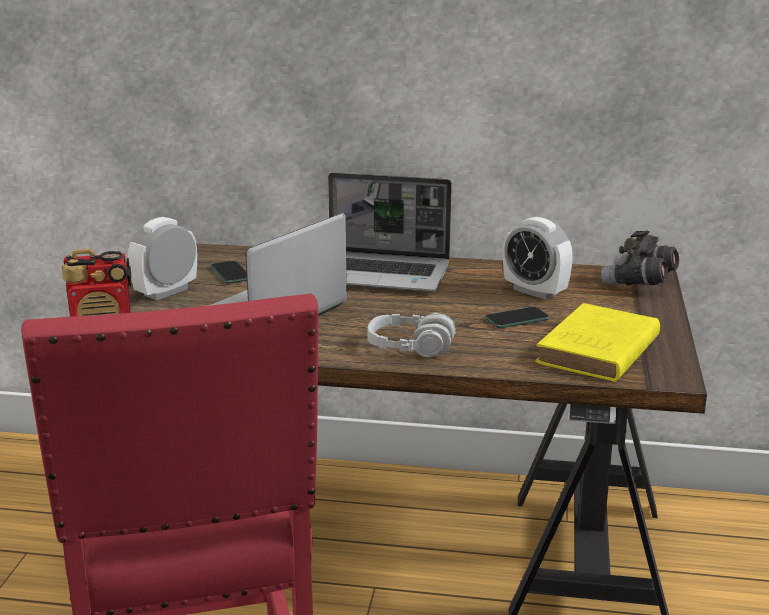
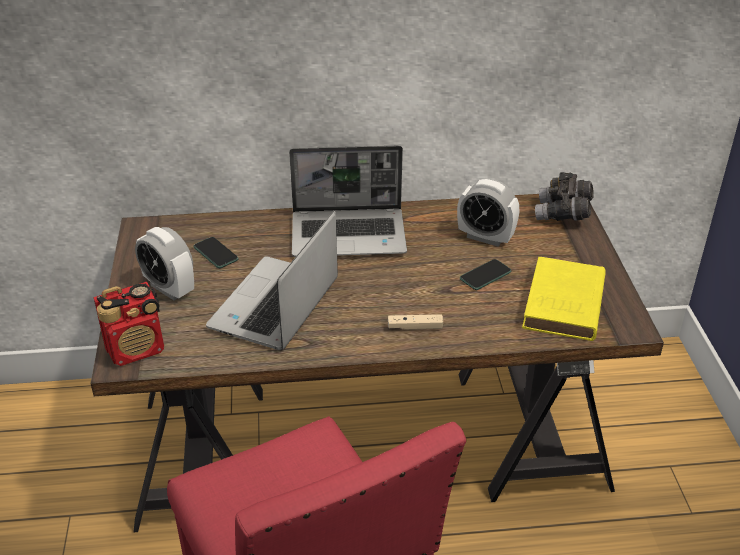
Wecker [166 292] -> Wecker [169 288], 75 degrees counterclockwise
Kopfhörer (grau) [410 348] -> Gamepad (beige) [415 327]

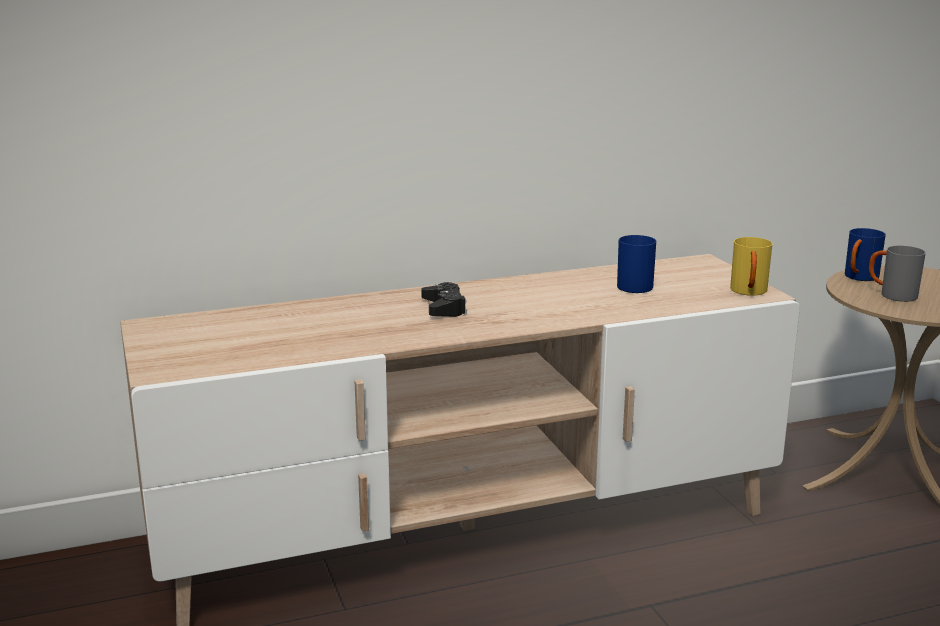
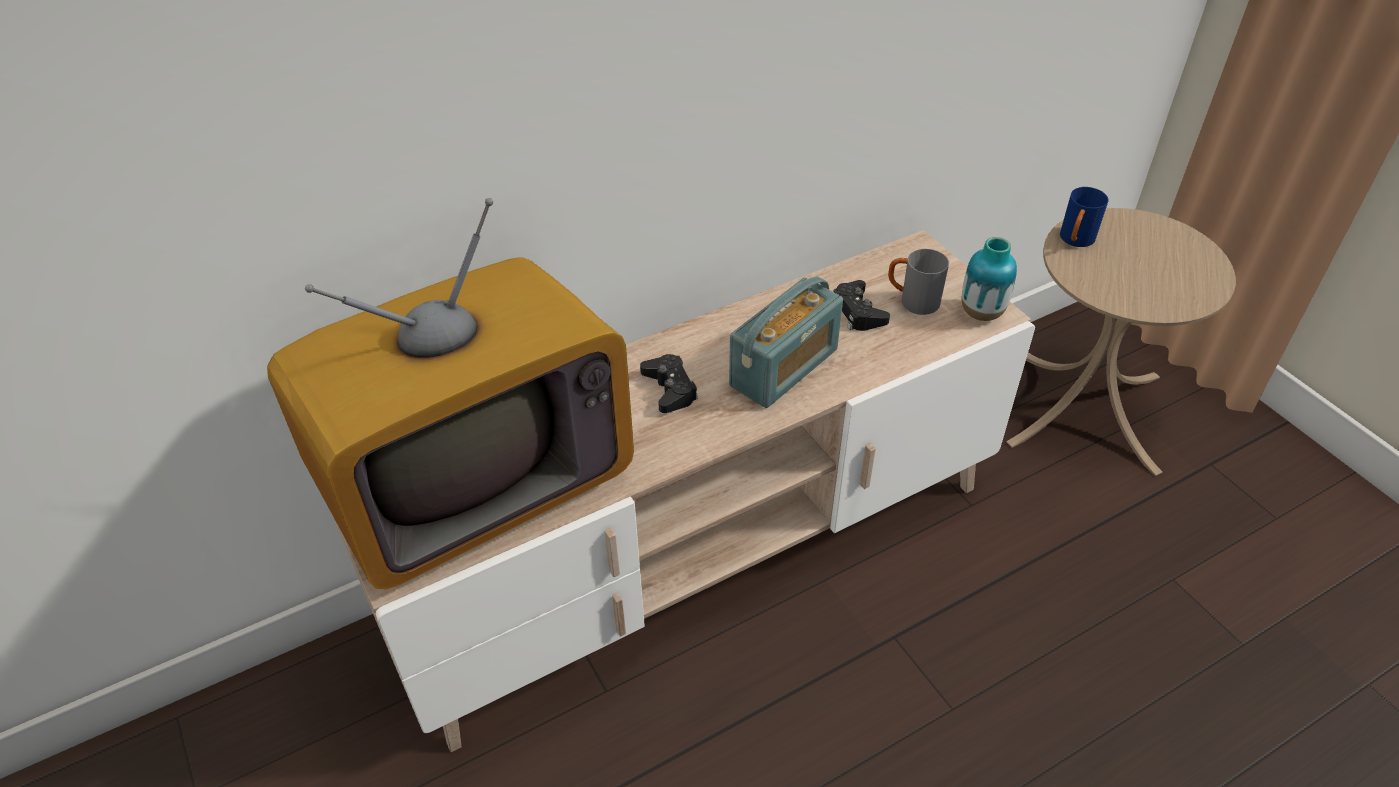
none -> Fernseher [473 479]
none -> Radio [784 368]
Henkelbecher (blau) [632 285] -> Gamepad (schwarz) [857 312]
Henkelbecher (grau) [891 295] -> Henkelbecher (grau) [912 301], relocated
Henkelbecher (gelb) [749 293] -> Vase [981 313]

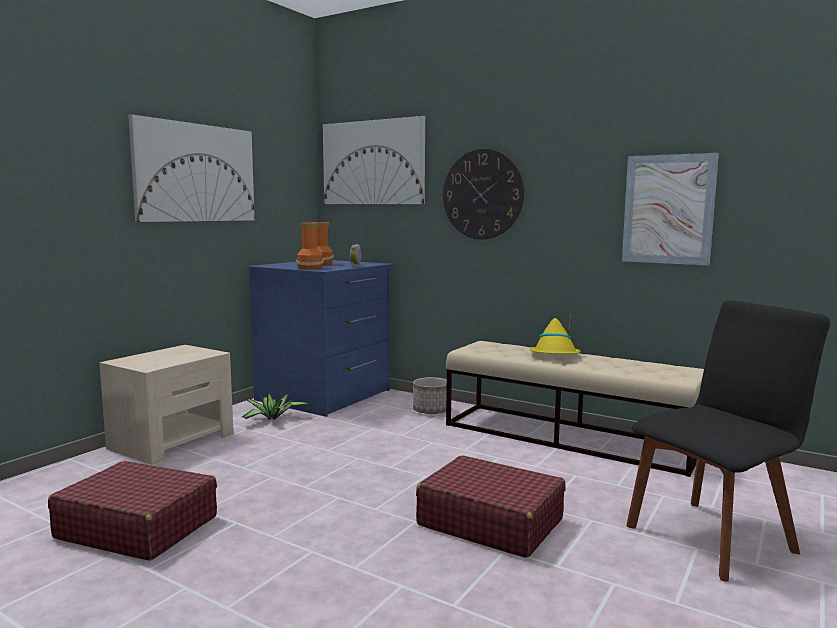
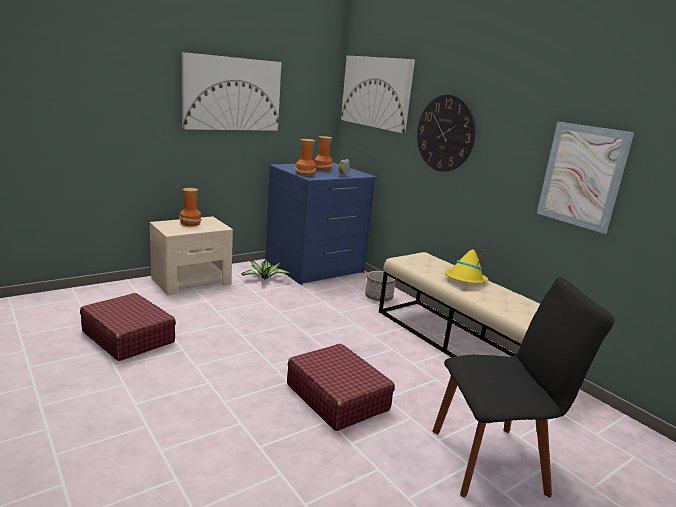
none -> Vase [190 223]

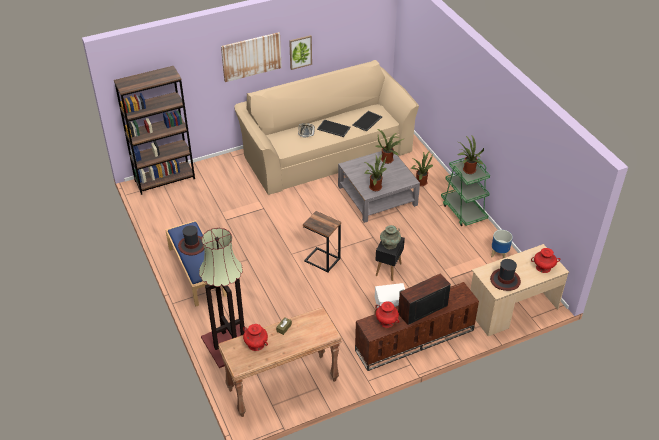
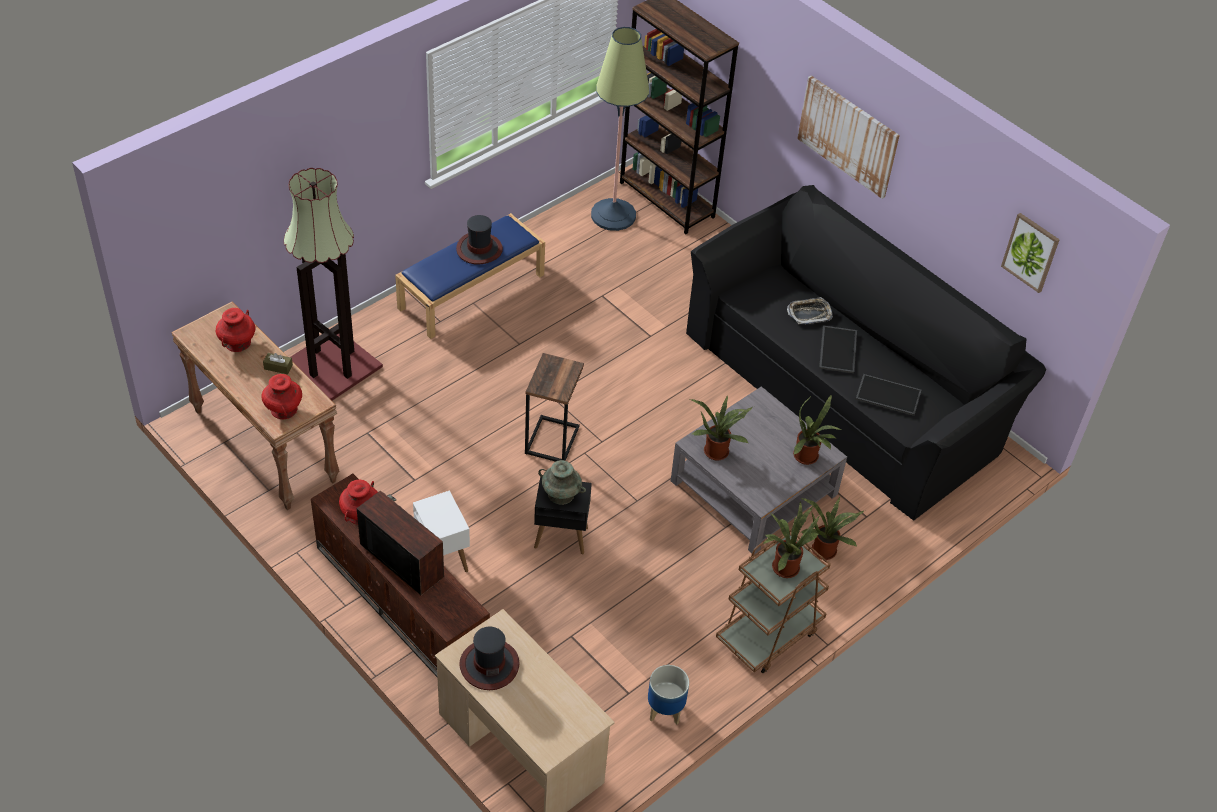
Vase (rot) [543 267] -> Vase (rot) [284 409], relocated
none -> Stehlampe [613 215]
Sofa (beige) [325 150] -> Sofa (schwarz) [847 387]
Rollwagen (grün) [463 211] -> Rollwagen (braun) [769 634]
Bild [300 52] -> Bild [1030 252], relocated

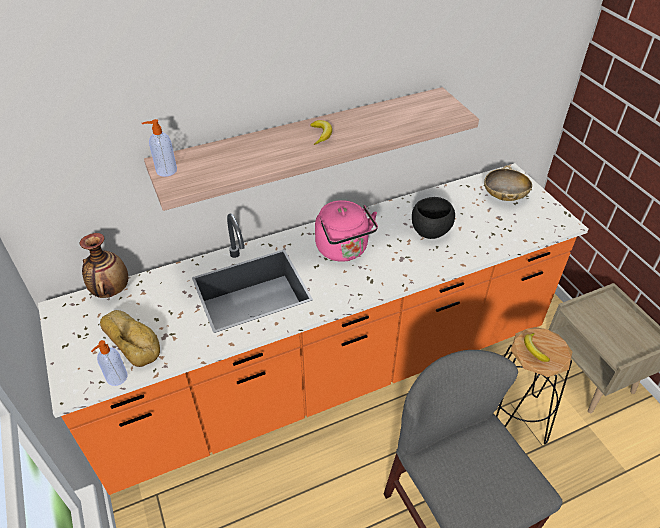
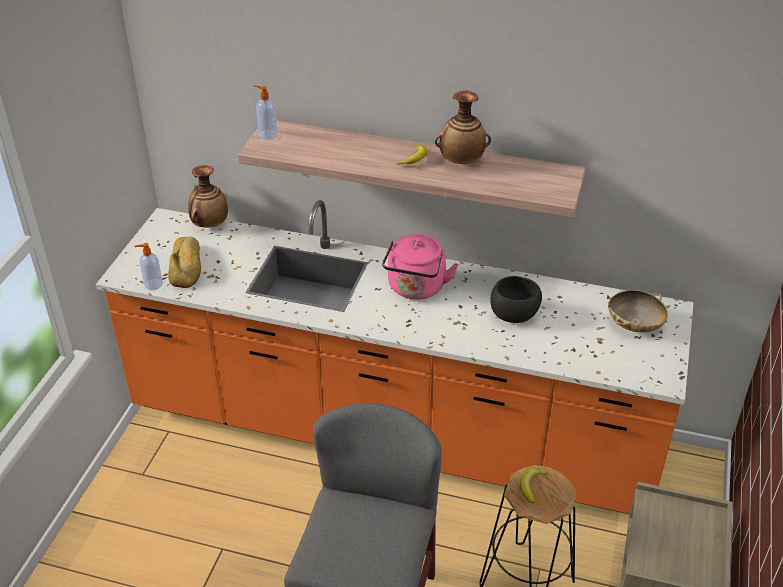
none -> Vase [461 161]

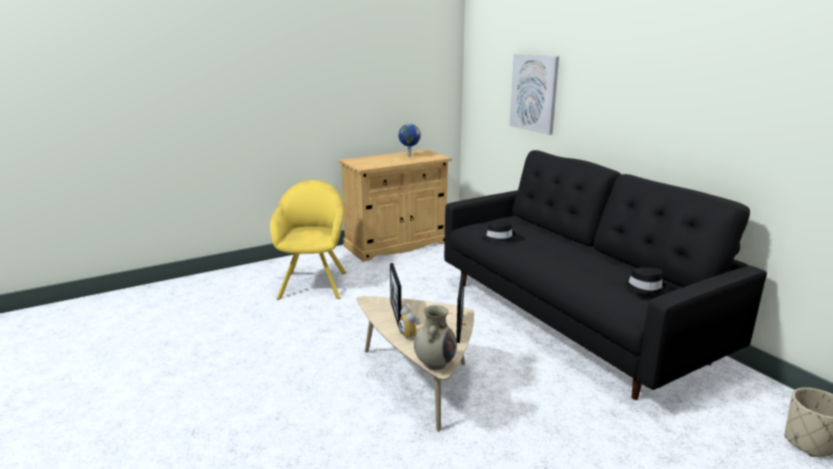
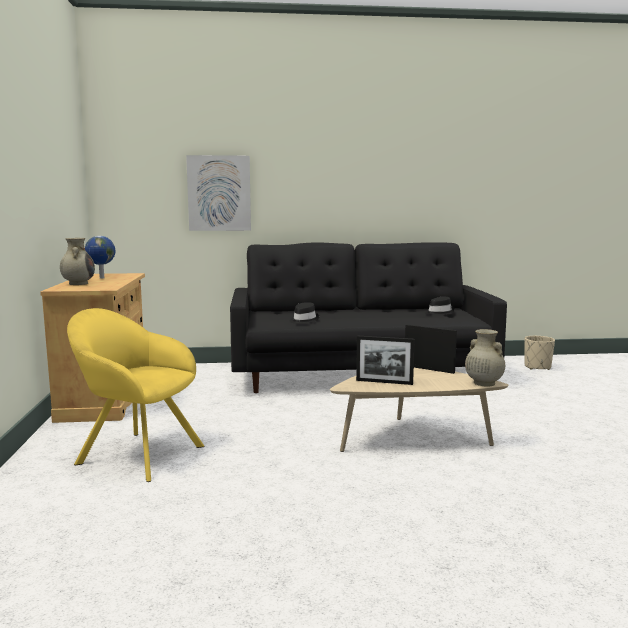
none -> Vase (beige) [78 283]
Wecker [411 334] -> none

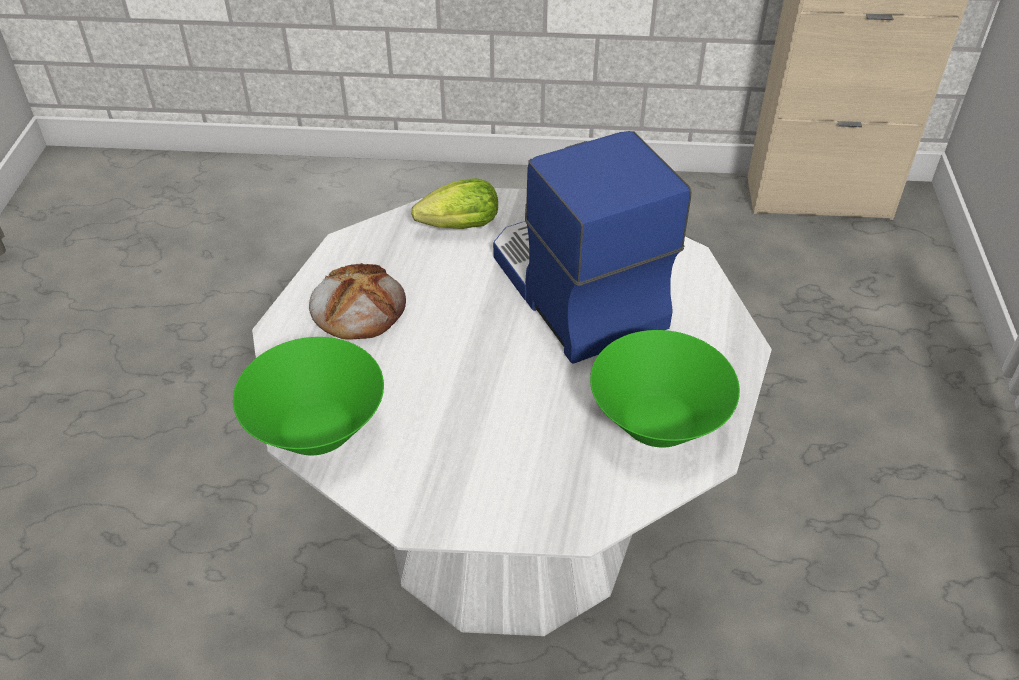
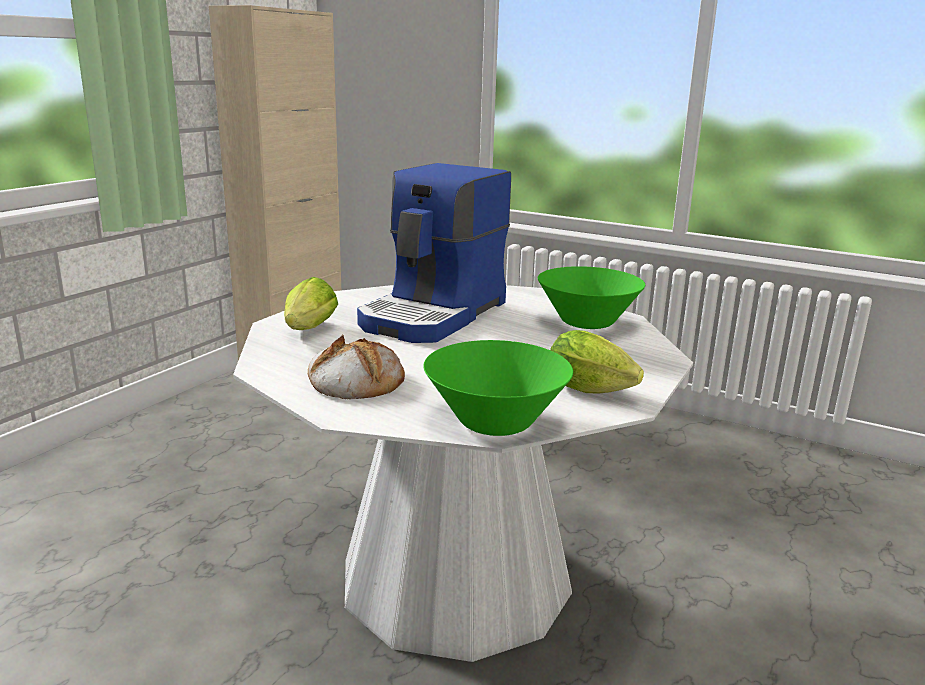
Kaffeemaschine [574 290] -> Kaffeemaschine [435 315], 60 degrees counterclockwise
none -> Salatkopf [594 392]

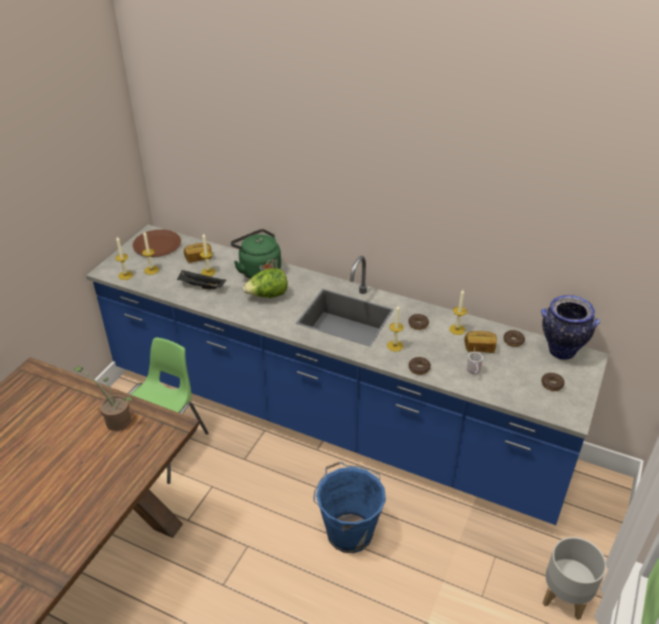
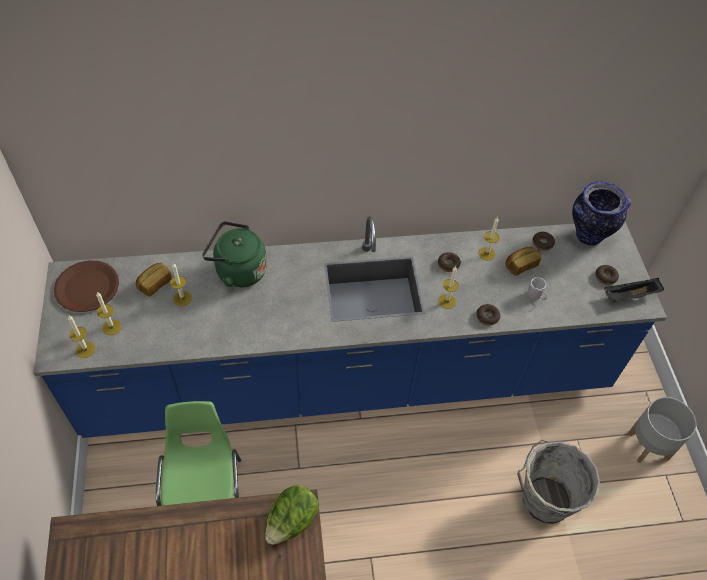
Salatkopf [267 296] -> Salatkopf [292 521], relocated
none -> Eimer (grau) [543 500]
Tablett (schwarz) [201 286] -> Tablett (schwarz) [630 296], relocated
Topfpflanze [115 419] -> none
Eimer (blau) [348 531] -> none

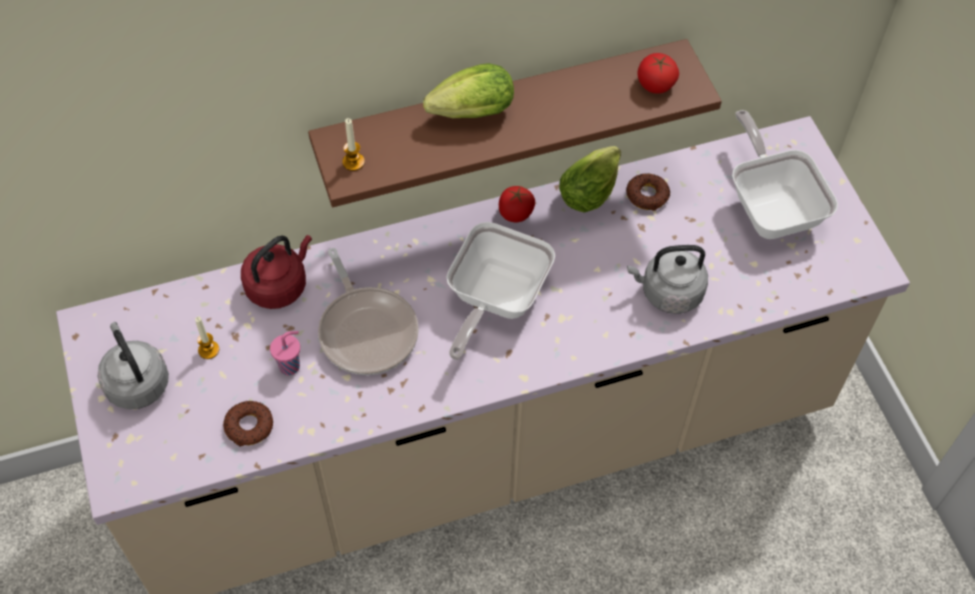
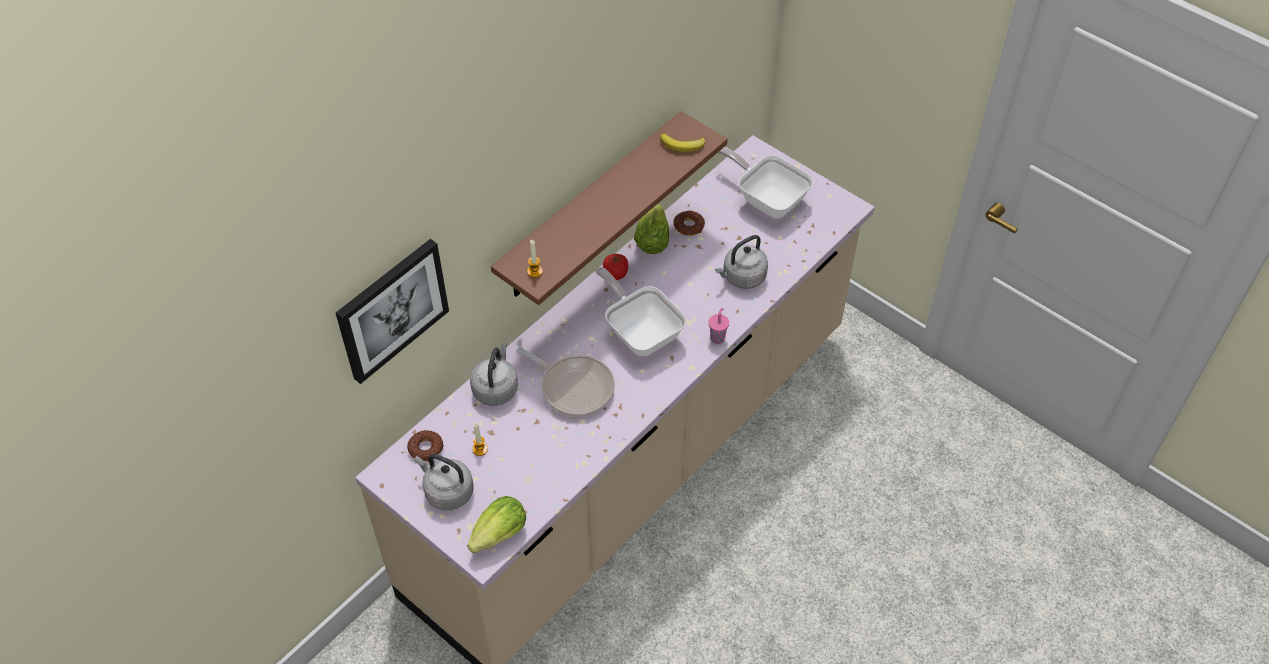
none -> Bild [391 309]
Donut [249 426] -> Donut [426 448], relocated
Salatkopf [468 114] -> Salatkopf [496 537], relocated
Wasserkessel (rot) [279 285] -> Wasserkessel (grau) [496 388]
Pfanne [494 300] -> Pfanne [640 332], 150 degrees clockwise
Tomate [655 84] -> Banane [682 145]
Tasse (rosa) [291 366] -> Tasse (rosa) [717 338], relocated

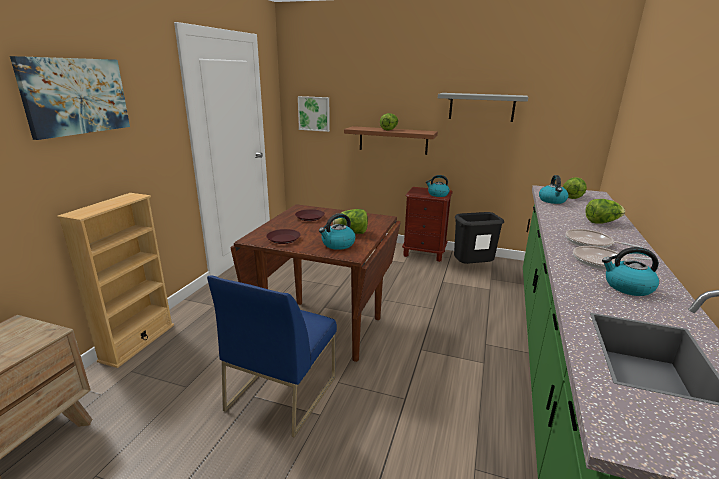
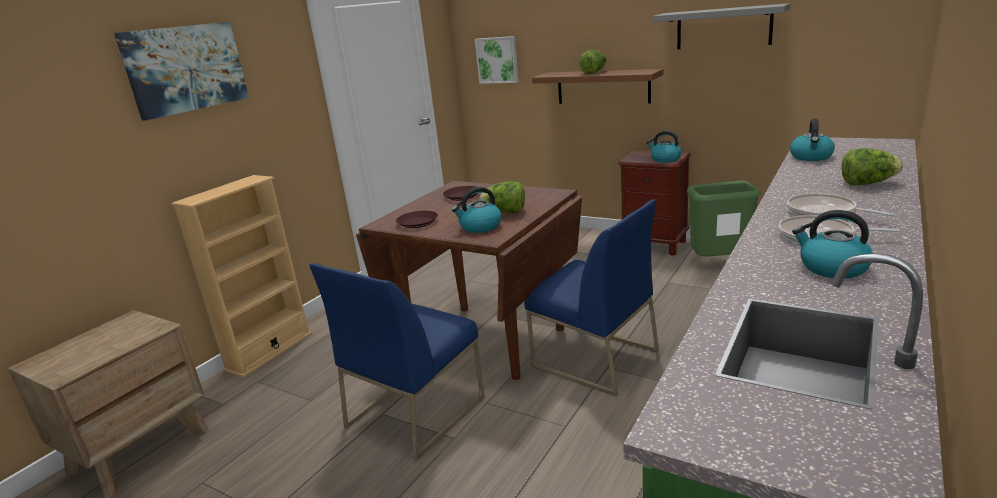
none -> Stuhl (blau) [594 358]
Mülleimer (schwarz) [472 268] -> Mülleimer (grün) [720 263]
Salatkopf [572 196] -> none

